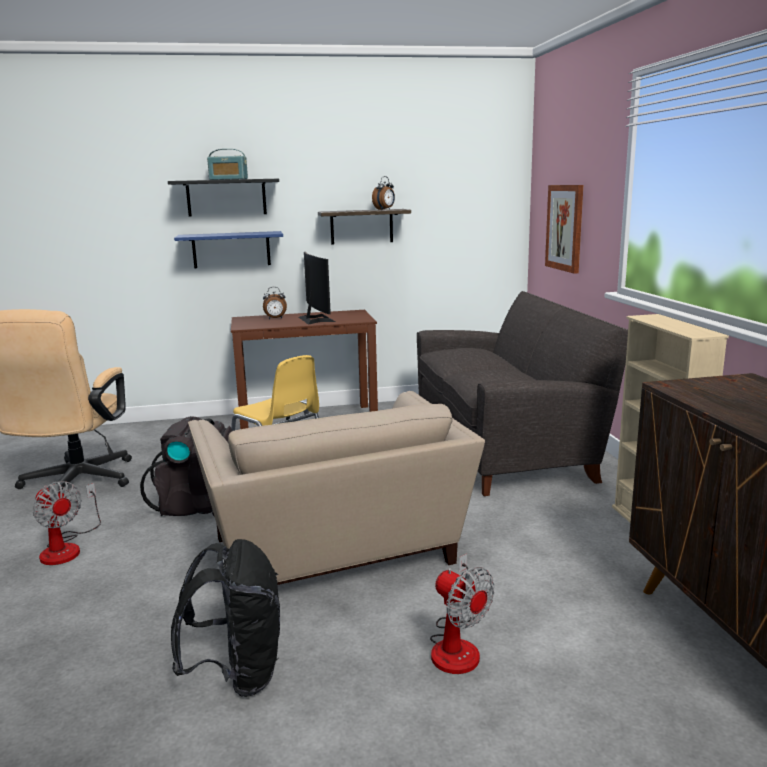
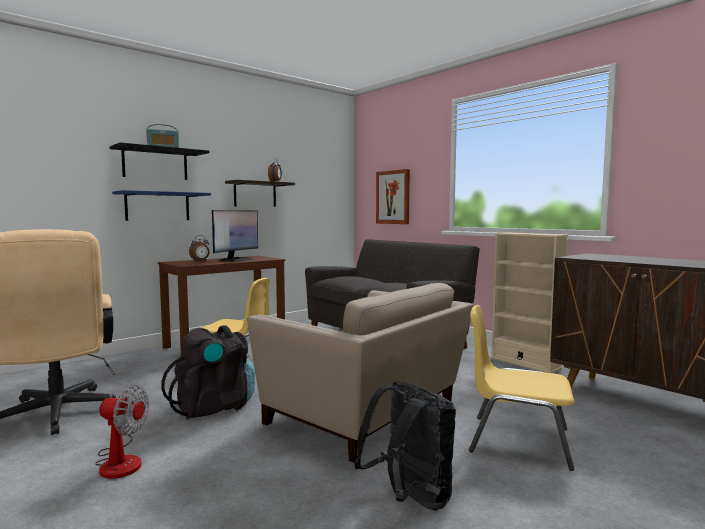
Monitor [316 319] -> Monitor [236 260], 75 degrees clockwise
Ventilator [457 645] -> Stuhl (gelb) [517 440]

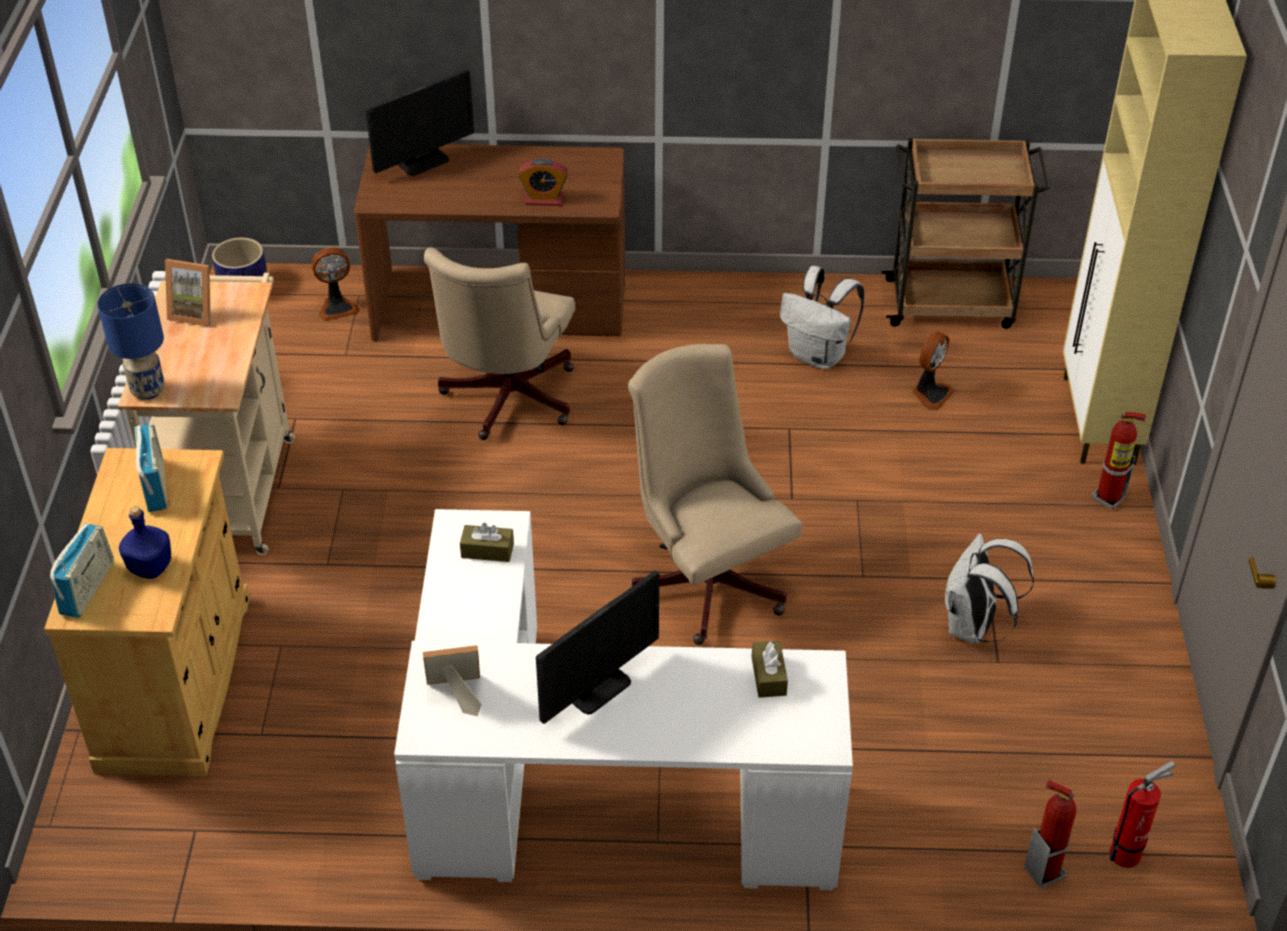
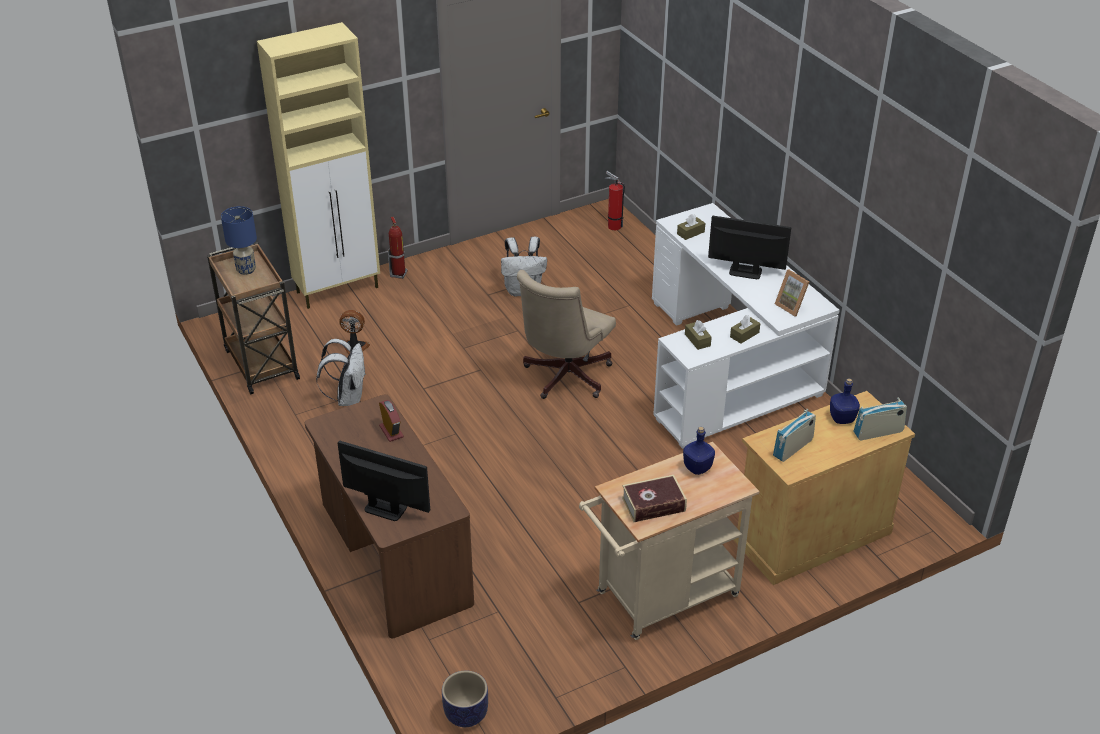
Tischlampe (blau) [148 390] -> Tischlampe (blau) [245 270], relocated
Bilderrahmen [195 312] -> Buch [653 504]
none -> Flasche (blau) [698 467]
none -> Taschentuchbox (braun) [744 335]
Ventilator [337 307] -> none
Bürostuhl (beige) [505 402] -> none
Feuerlöscher [1044 871] -> none

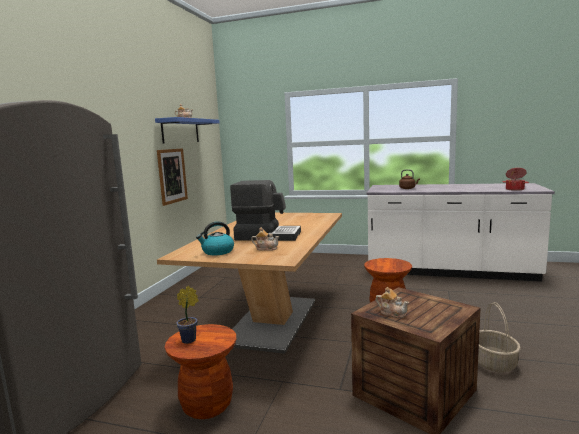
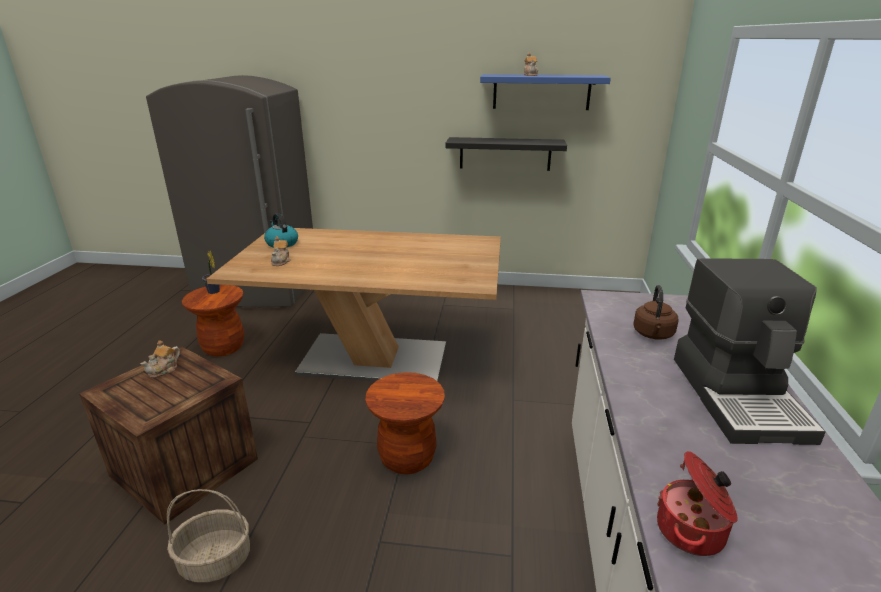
Bild [172 176] -> Wandregal (schwarz) [505 154]
Kaffeemaschine [267 236] -> Kaffeemaschine [739 396], relocated

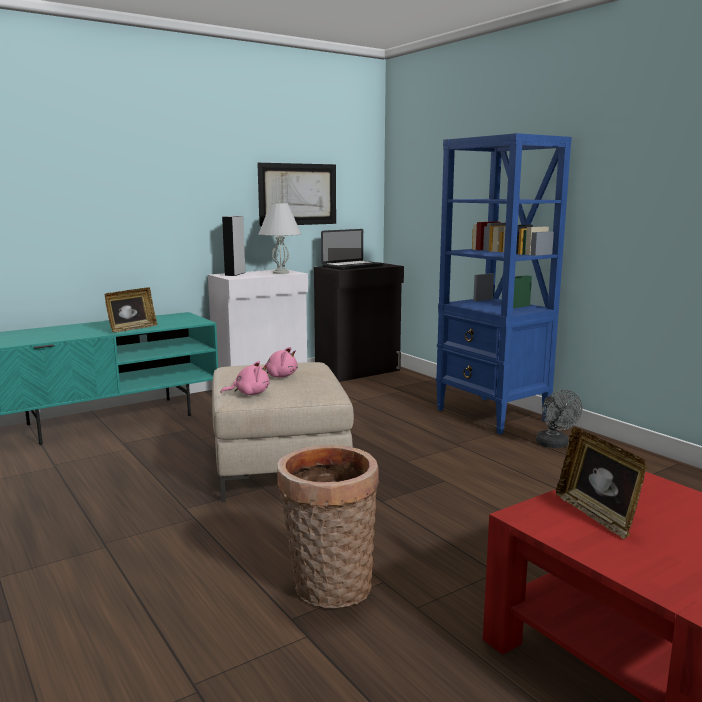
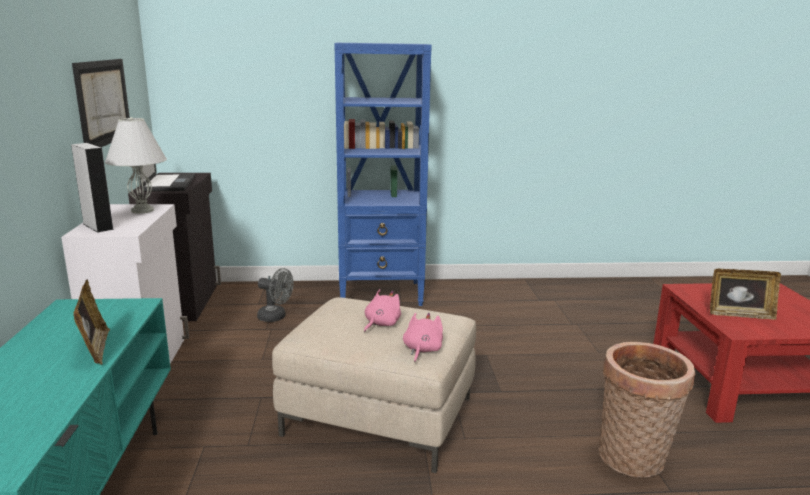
Ventilator (grau) [554 445] -> Ventilator (grau) [276 317], relocated

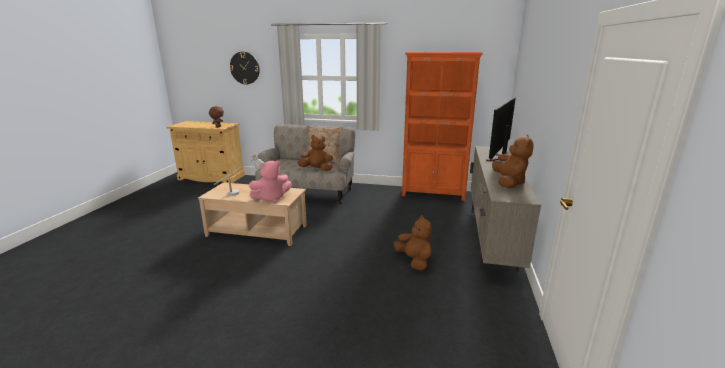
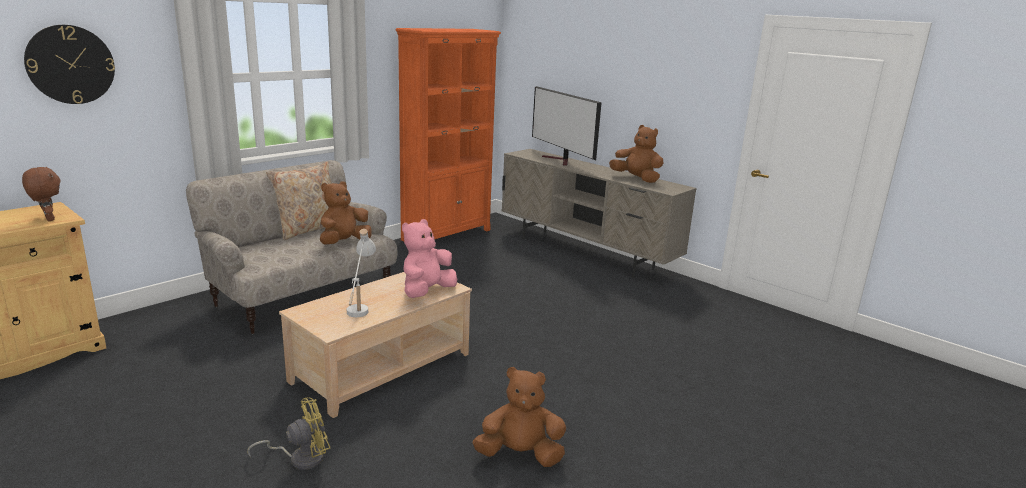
none -> Ventilator (gelb) [300 458]
Plüschtier (rosa) [271 198] -> Plüschtier (rosa) [427 292], 150 degrees counterclockwise
Plüschtier (braun) [414 261] -> Plüschtier (braun) [520 455], relocated

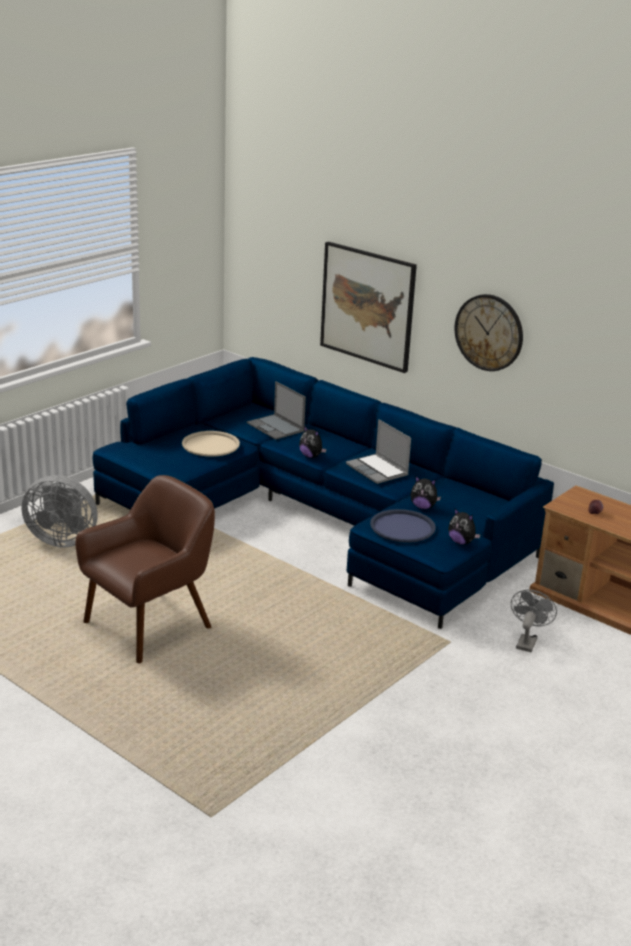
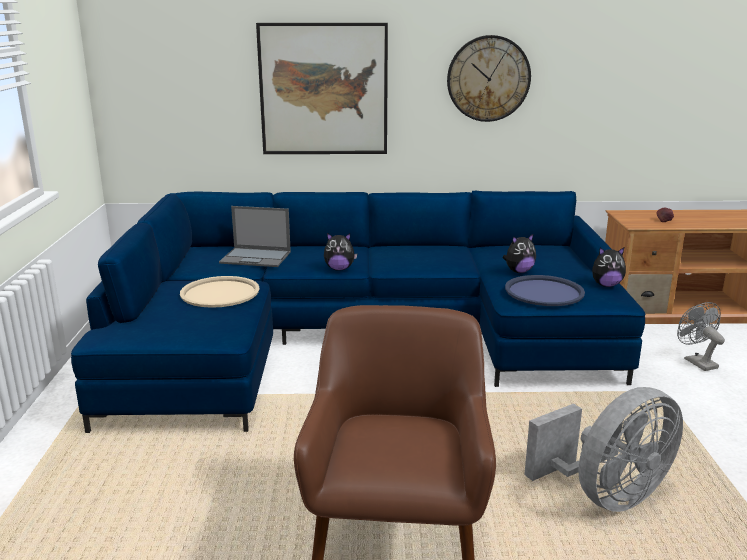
Ventilator (grau) [62 540] -> Ventilator (grau) [607 495], relocated
Laptop [378 470] -> none

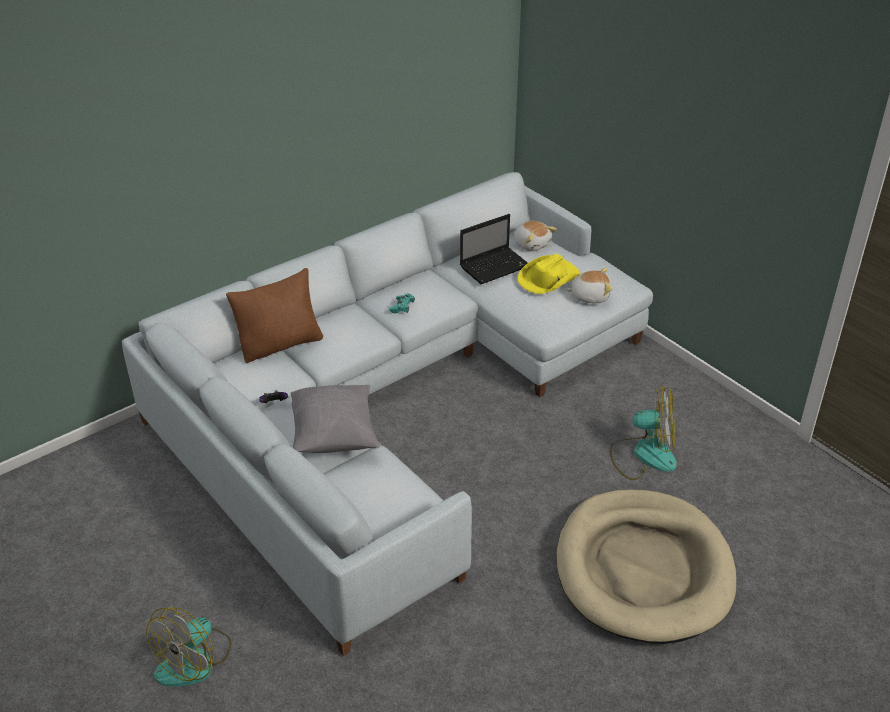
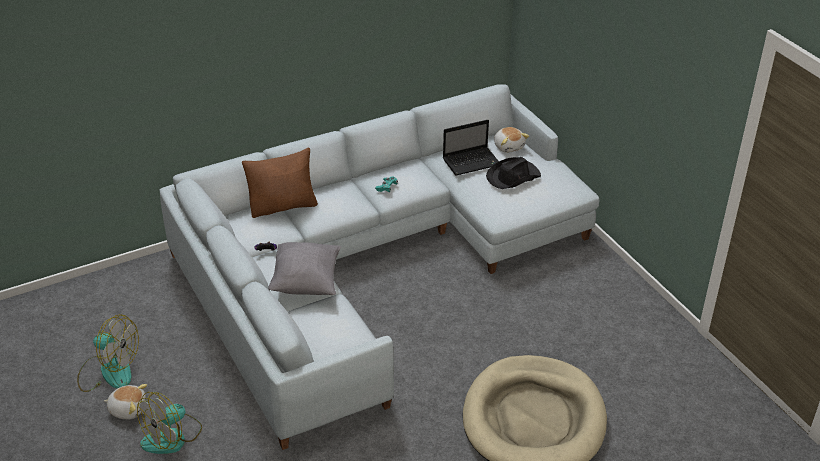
Ventilator [643 455] -> Ventilator [108 371], relocated
Plüschtier [589 296] -> Plüschtier [128 408], relocated
Hut (gelb) [548 278] -> Hut (schwarz) [512 176]

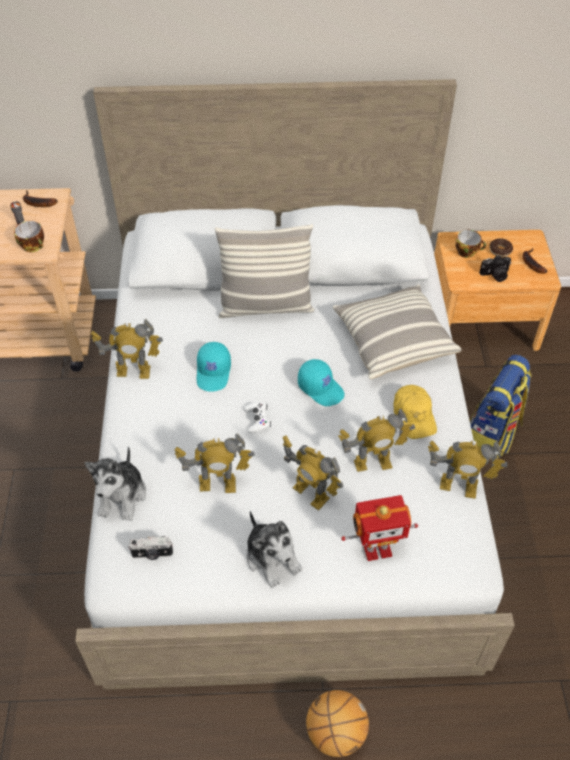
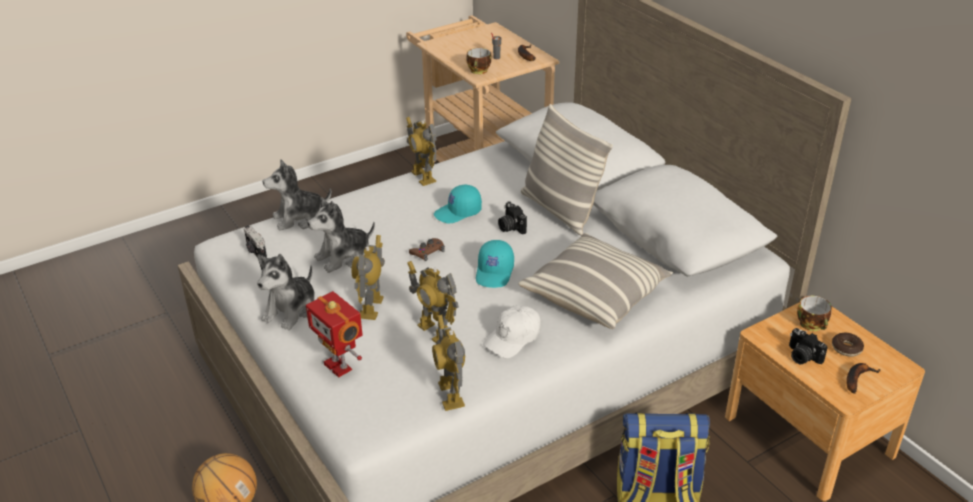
Spielzeugroboter [218 485] -> Plüschtier [344 257]
Gamepad (weiß) [257 420] -> Gamepad (braun) [427 252]
Kappe (gelb) [414 416] -> Kappe (weiß) [513 338]
none -> Kamera [510 227]

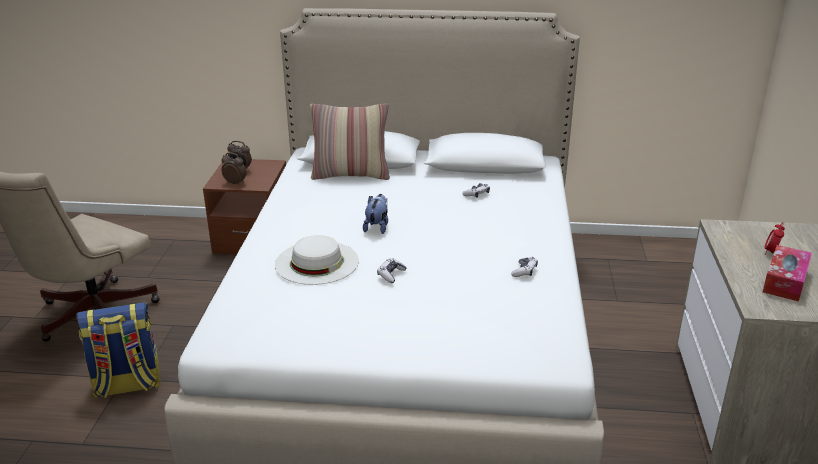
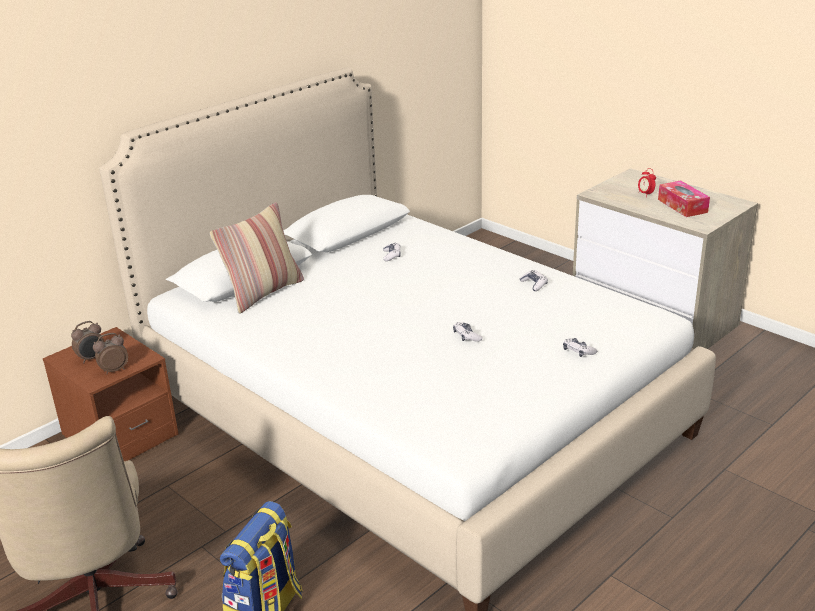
none -> Gamepad [578 351]
Hut (weiß) [317 262] -> none
Plüschtier [377 227] -> none

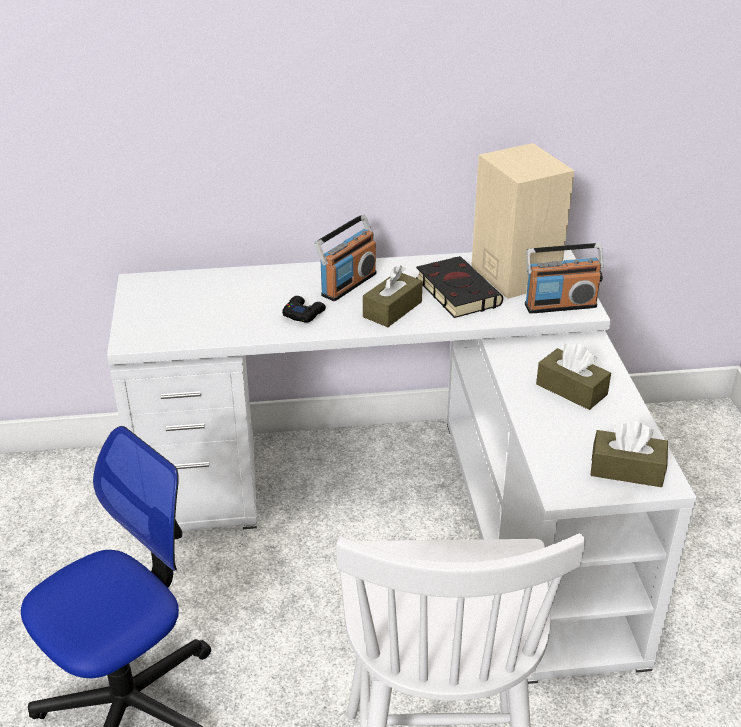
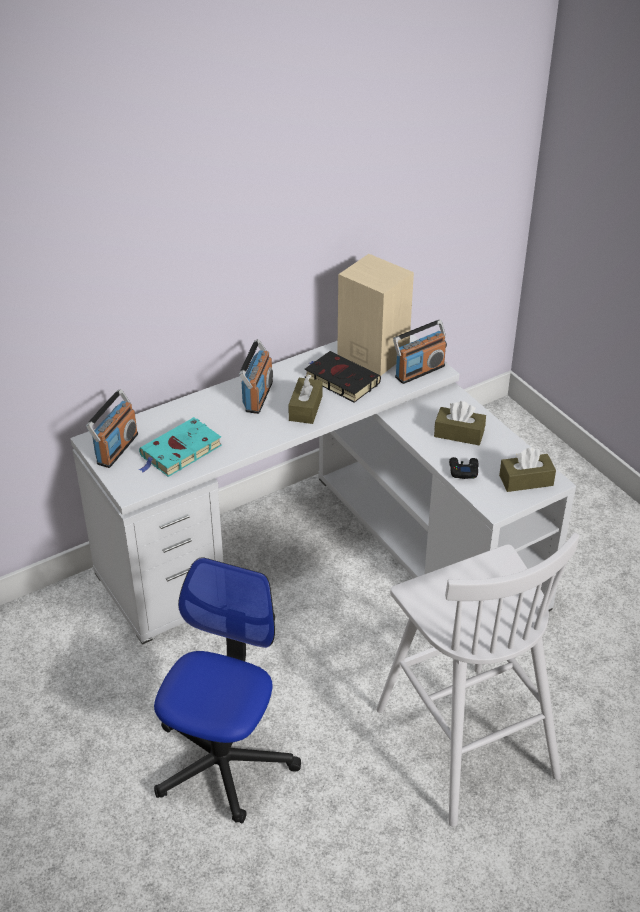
none -> Radio [116 448]
none -> Buch (türkis) [179 452]
Gamepad (schwarz) [303 313] -> Gamepad (schwarz) [463 470], relocated

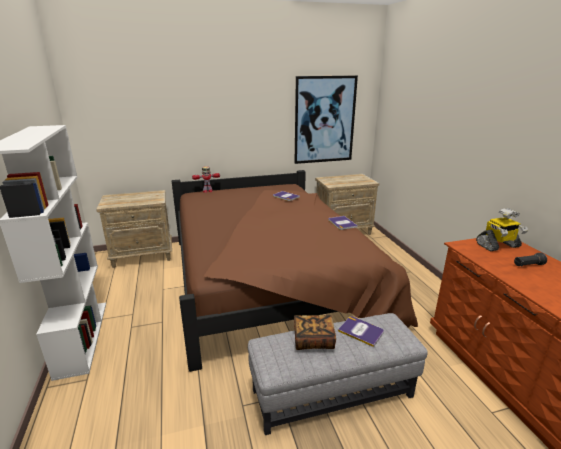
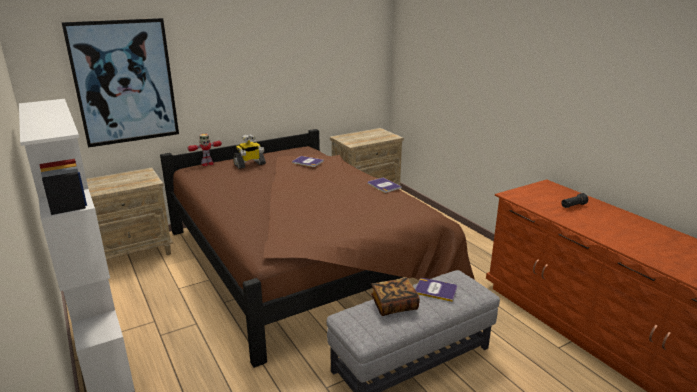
Bild [324 120] -> Bild [125 82], relocated
Spielzeugroboter [498 246] -> Spielzeugroboter [249 164], relocated

